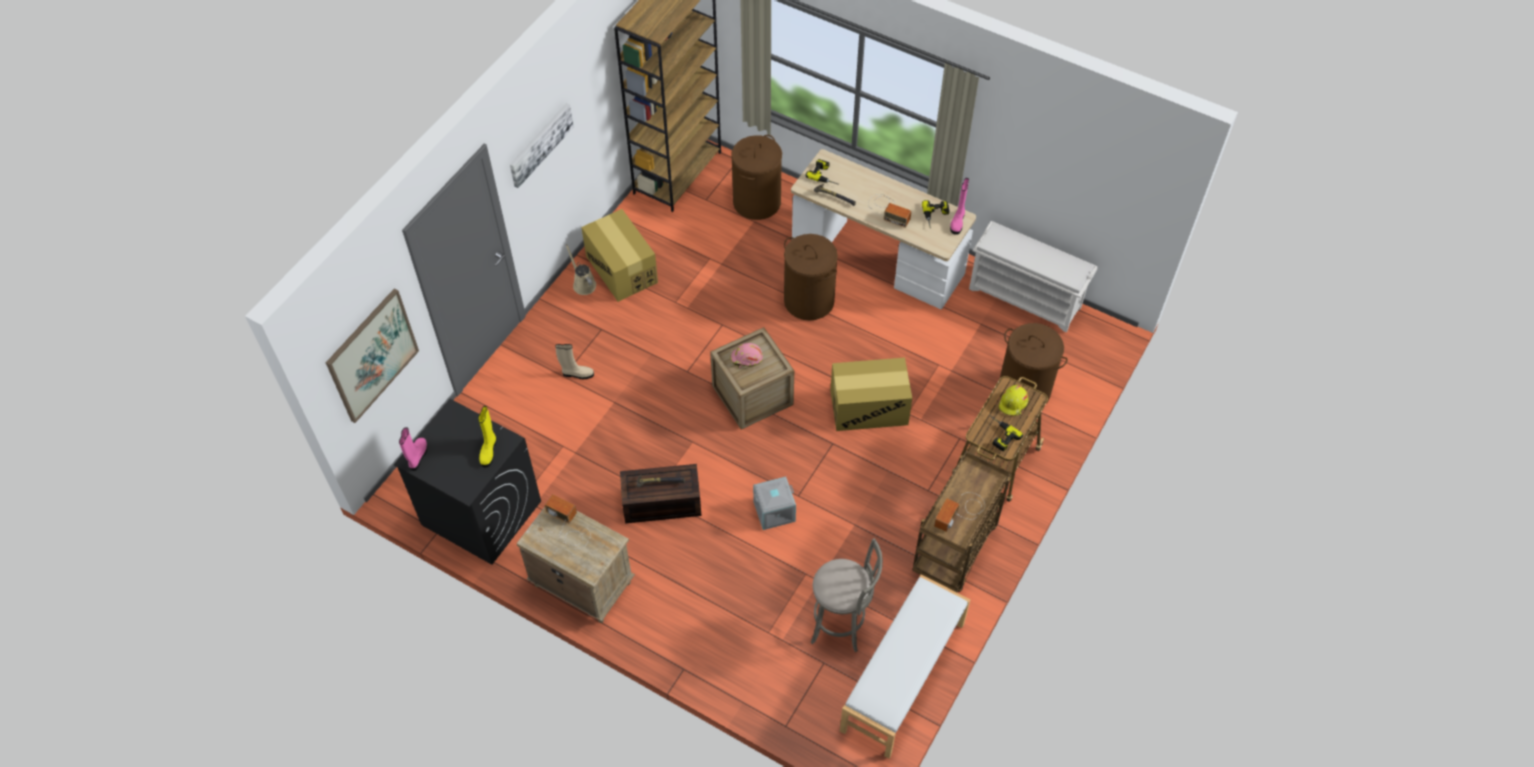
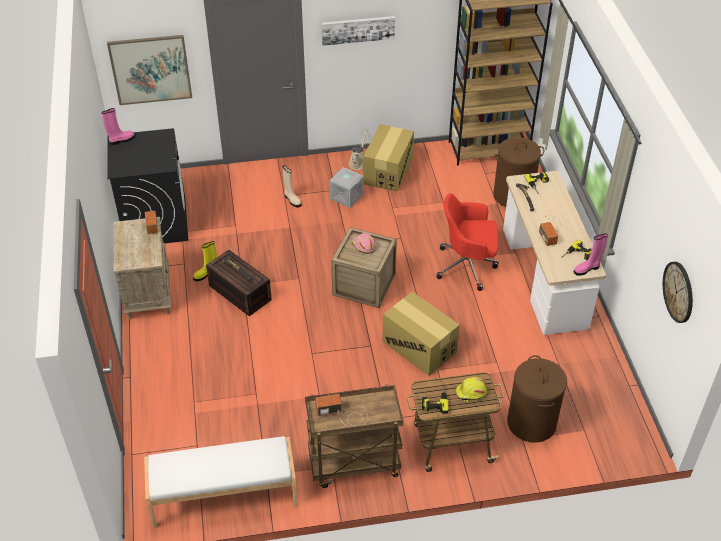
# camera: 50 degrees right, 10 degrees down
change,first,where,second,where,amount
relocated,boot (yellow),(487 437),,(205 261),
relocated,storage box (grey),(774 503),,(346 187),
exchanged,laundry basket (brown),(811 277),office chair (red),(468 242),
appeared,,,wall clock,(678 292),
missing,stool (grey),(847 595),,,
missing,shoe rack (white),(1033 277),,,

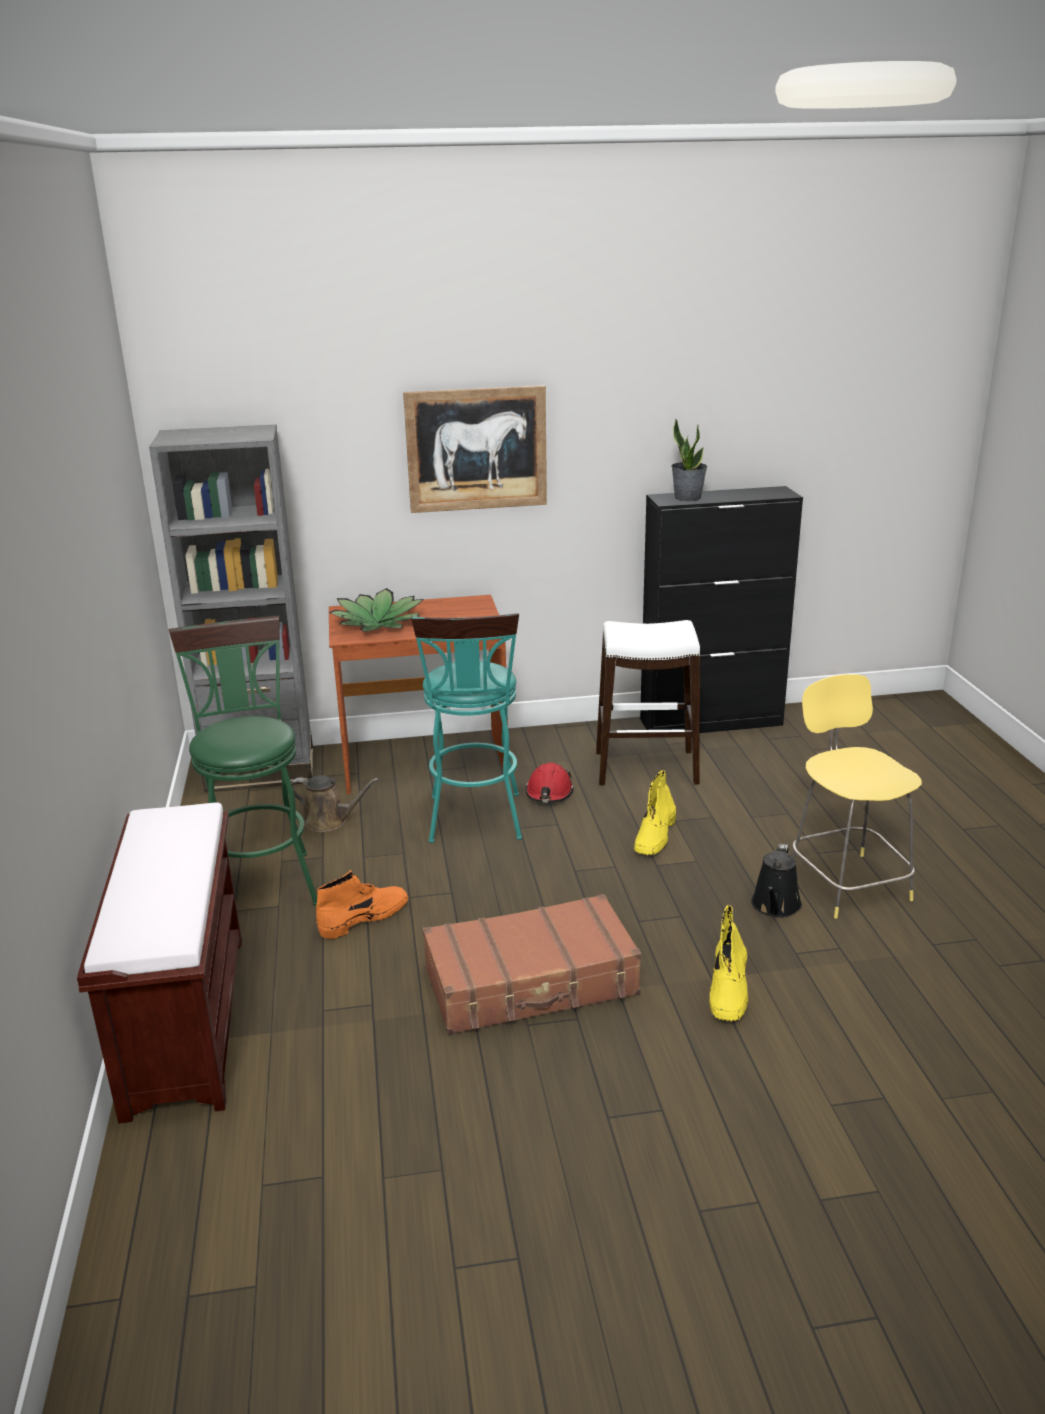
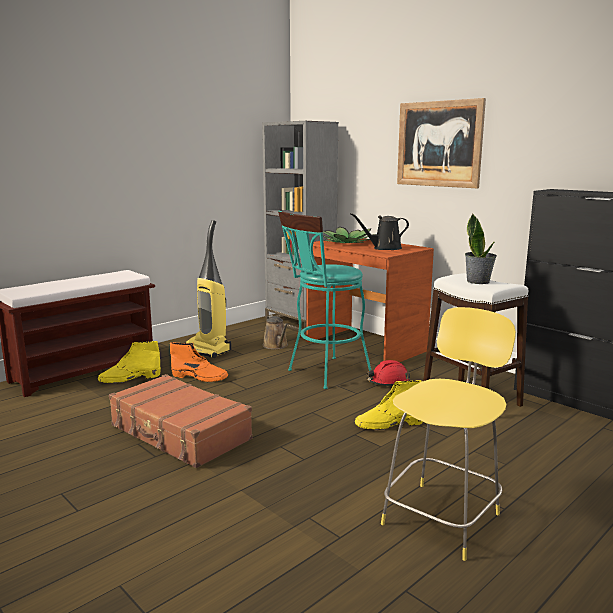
# camera: 55 degrees right, 10 degrees down
change,first,where,second,where,amount
relocated,boot (yellow),(728 963),,(129 362),
exchanged,stool (green),(242 761),vacuum cleaner,(208 289),
relocated,watering can (black),(776 881),,(380 231),
relocated,potted plant,(689 460),,(481 249),

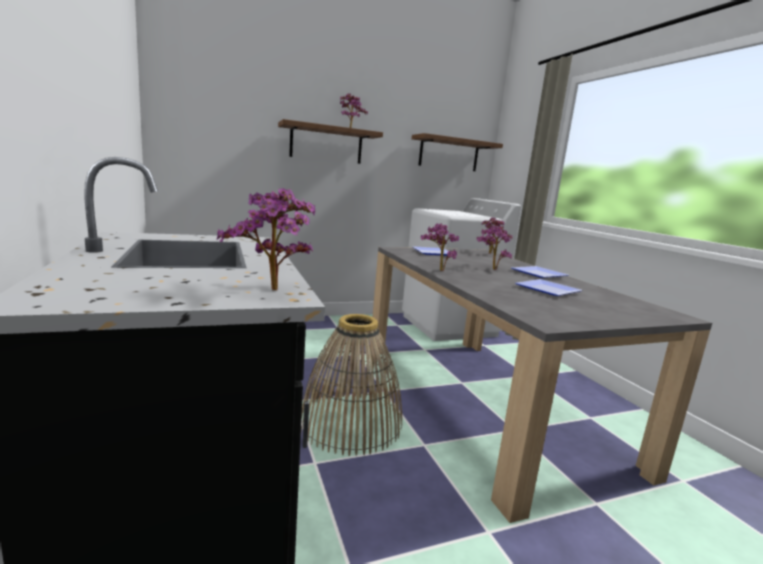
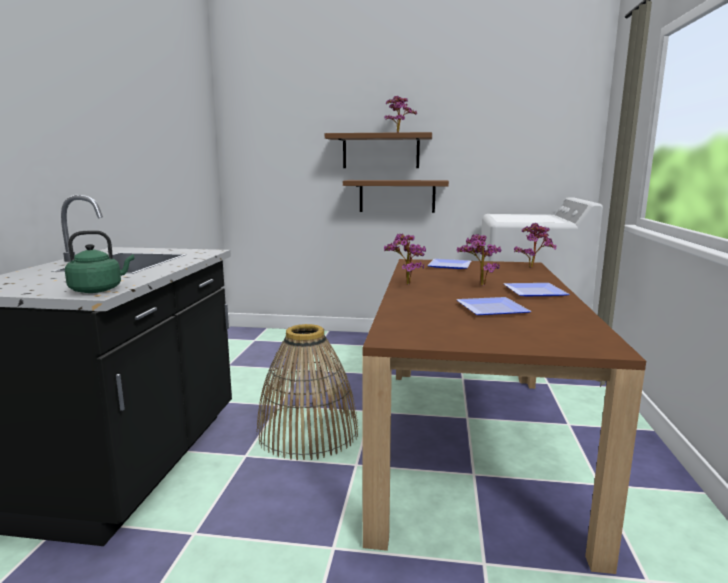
# camera: 30 degrees right, 0 degrees up
change,first,where,second,where,amount
exchanged,potted plant,(266 239),kettle (green),(99 261),
relocated,shelf (brown),(457 152),,(396 196),
colour,dining table (grey),(541 385),dining table (brown),(504 416),

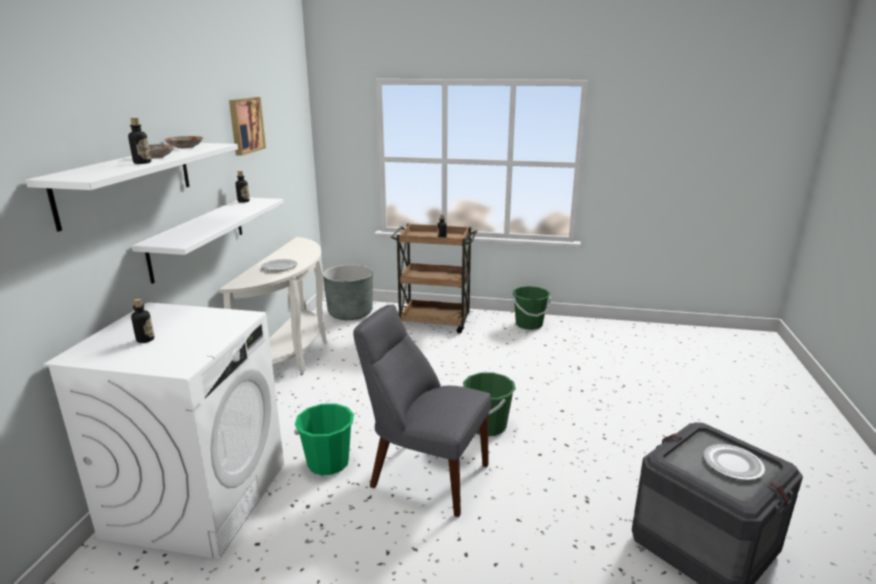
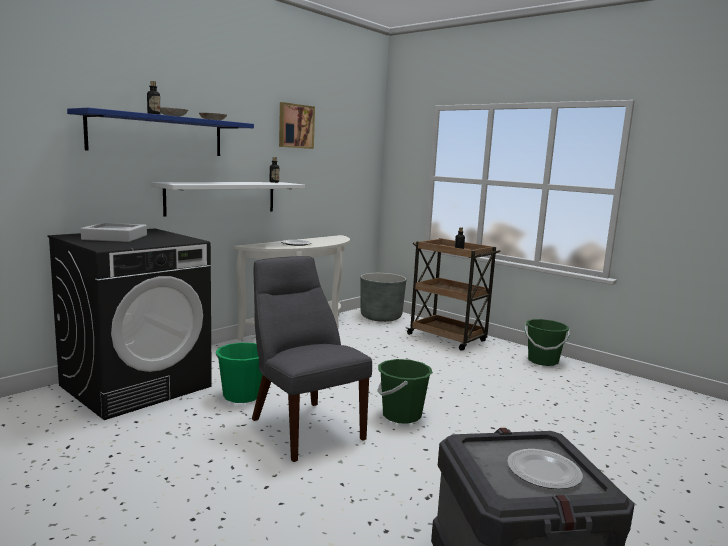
# camera: 30 degrees right, 10 degrees down
change,first,where,second,where,amount
colour,washing machine (white),(164 430),washing machine (black),(129 324),
colour,shelf (white),(131 187),shelf (blue),(160 132),
exchanged,bottle,(142 321),tray (grey),(114 232),

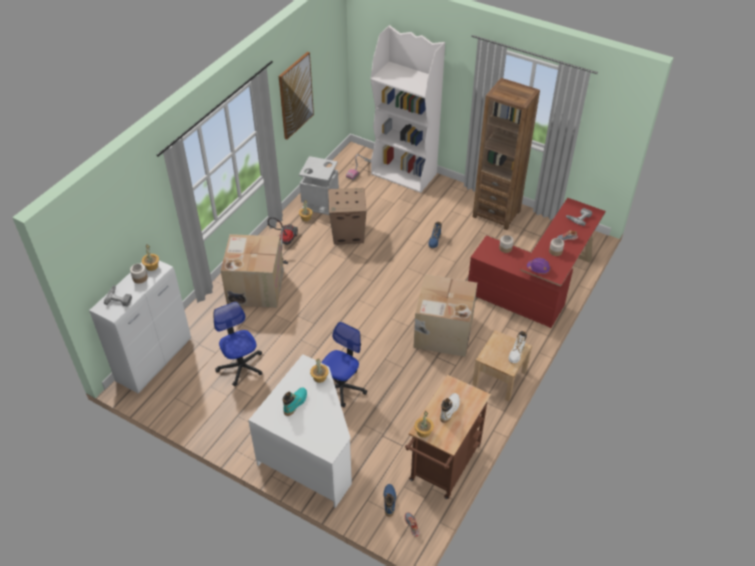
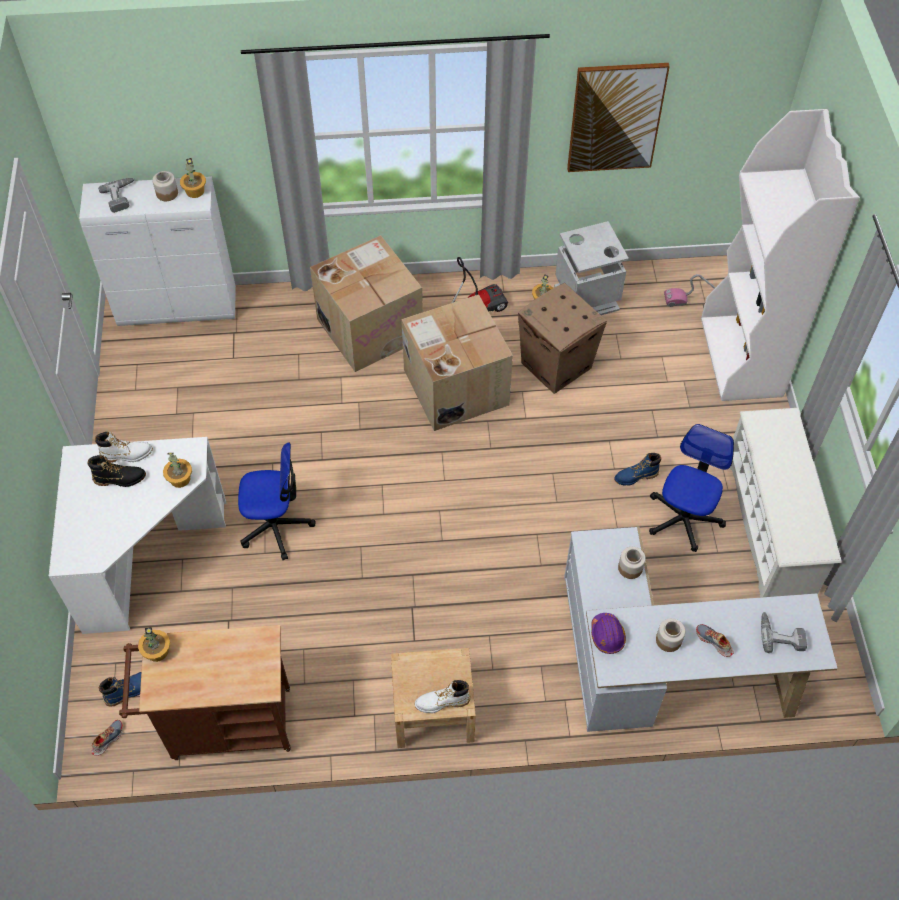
# camera: 55 degrees right, 10 degrees up
change,first,where,second,where,amount
colour,boot (turquoise),(295 401),boot (black),(116 471),
relocated,boot (white),(450 408),,(124 447),
relocated,cardboard box,(445 315),,(457 363),
colour,desk (red),(537 263),desk (white),(701 629),
relocated,office chair,(238 344),,(691 488),
exchanged,bookcase (brown),(506 154),shoe rack (white),(786 503),

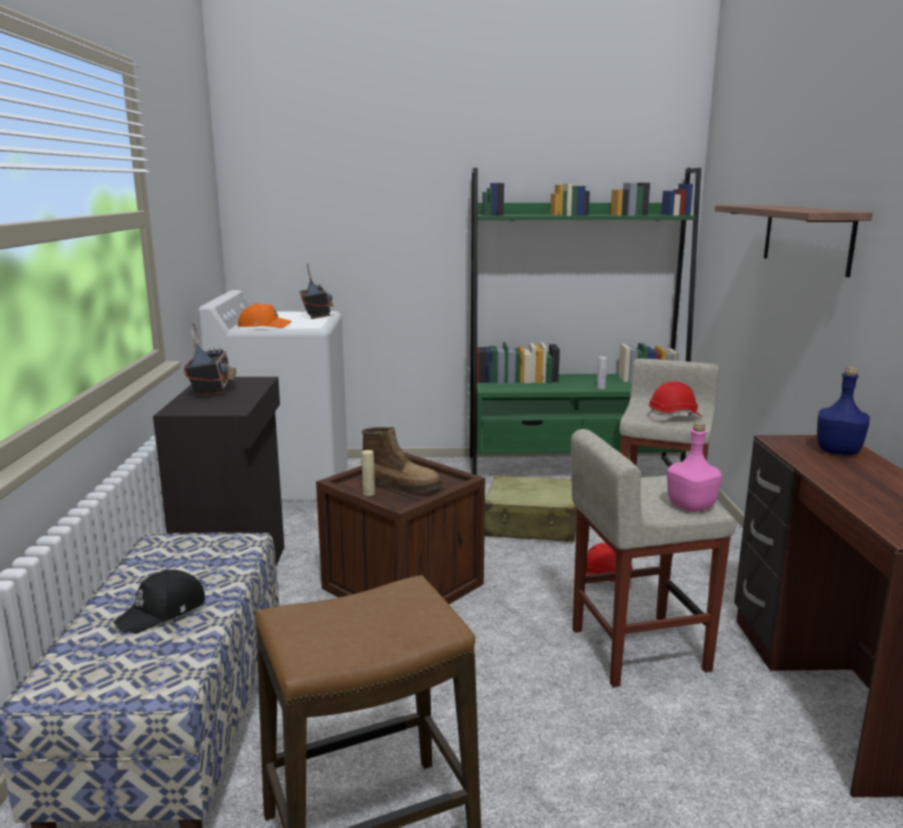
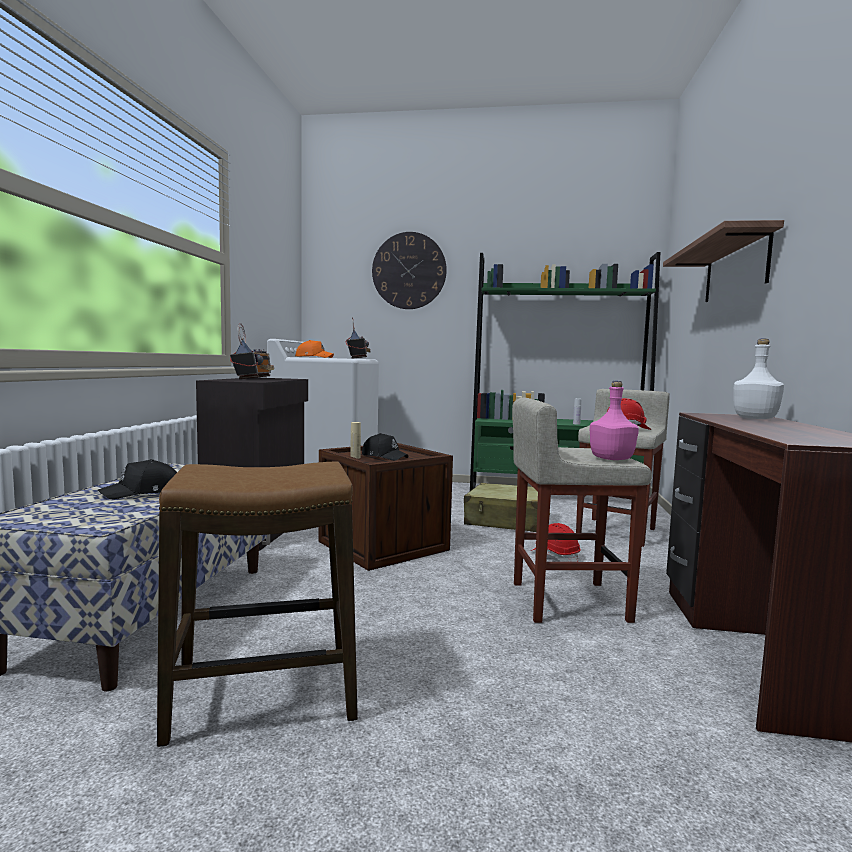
# camera: 10 degrees right, 10 degrees down
change,first,where,second,where,amount
exchanged,boot,(402 460),cap (black),(385 447),
appeared,,,wall clock,(409 270),
colour,bottle (blue),(843 411),bottle (white),(758 379),

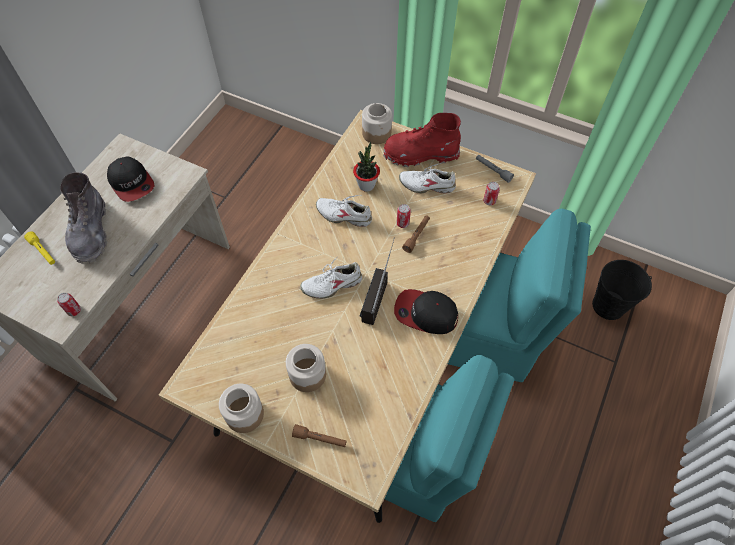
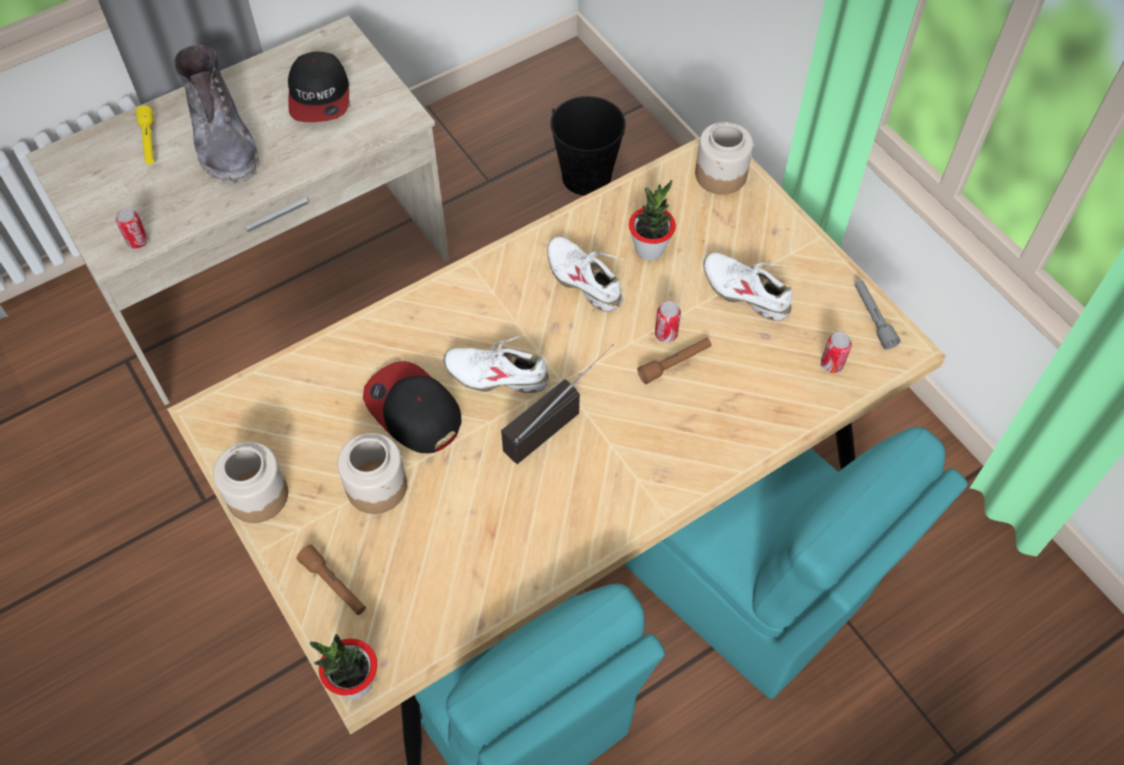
# camera: 30 degrees right, 0 degrees up
change,first,where,second,where,amount
spun,boot (grey),(83 218),,(216 114),45 degrees counterclockwise
appeared,,,potted plant,(343 666),
relocated,cap,(426 311),,(412 407),
relocated,bucket (black),(622 290),,(588 146),
missing,boot (red),(422 140),,,

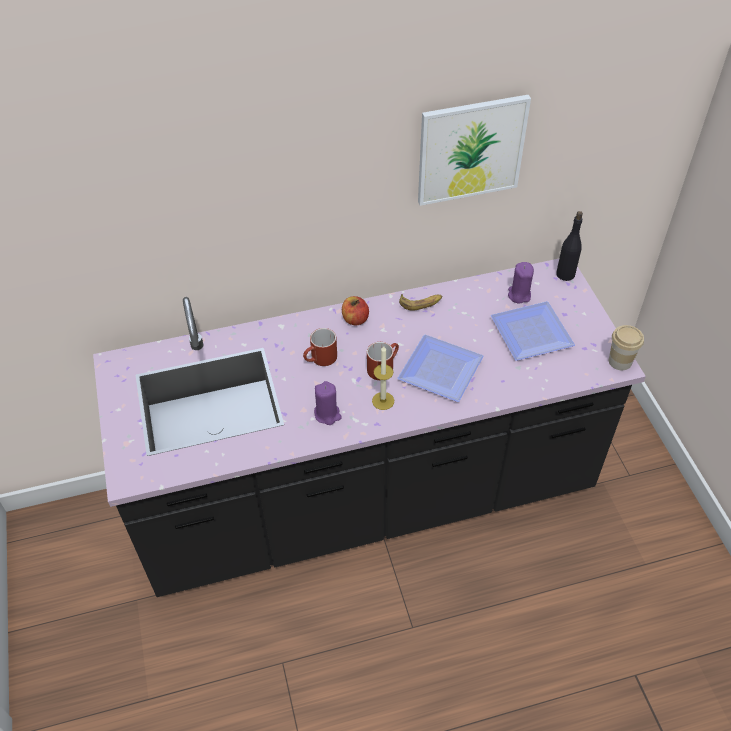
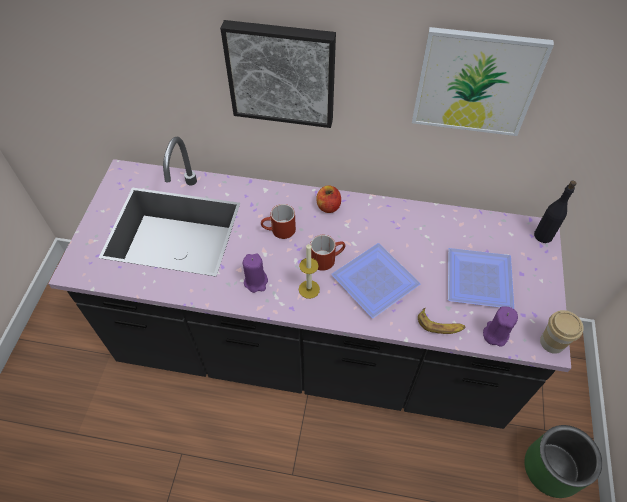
# camera: 25 degrees right, 5 degrees up
change,first,where,second,where,amount
appeared,,,picture,(278 74),
relocated,banana,(420 302),,(442 321),
relocated,candle (purple),(521 283),,(500 326),
appeared,,,planter (green),(563 461),

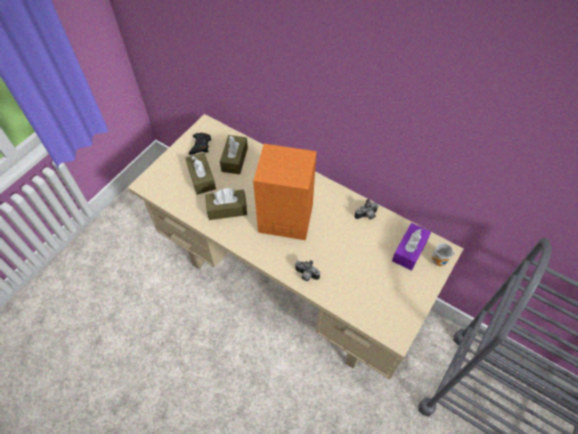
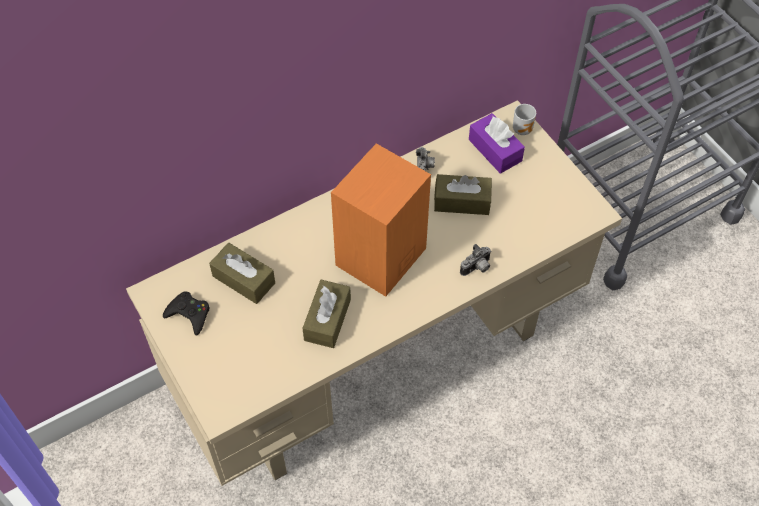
# camera: 65 degrees left, 0 degrees up
change,first,where,second,where,amount
relocated,tissue box (brown),(201 174),,(463 194),

